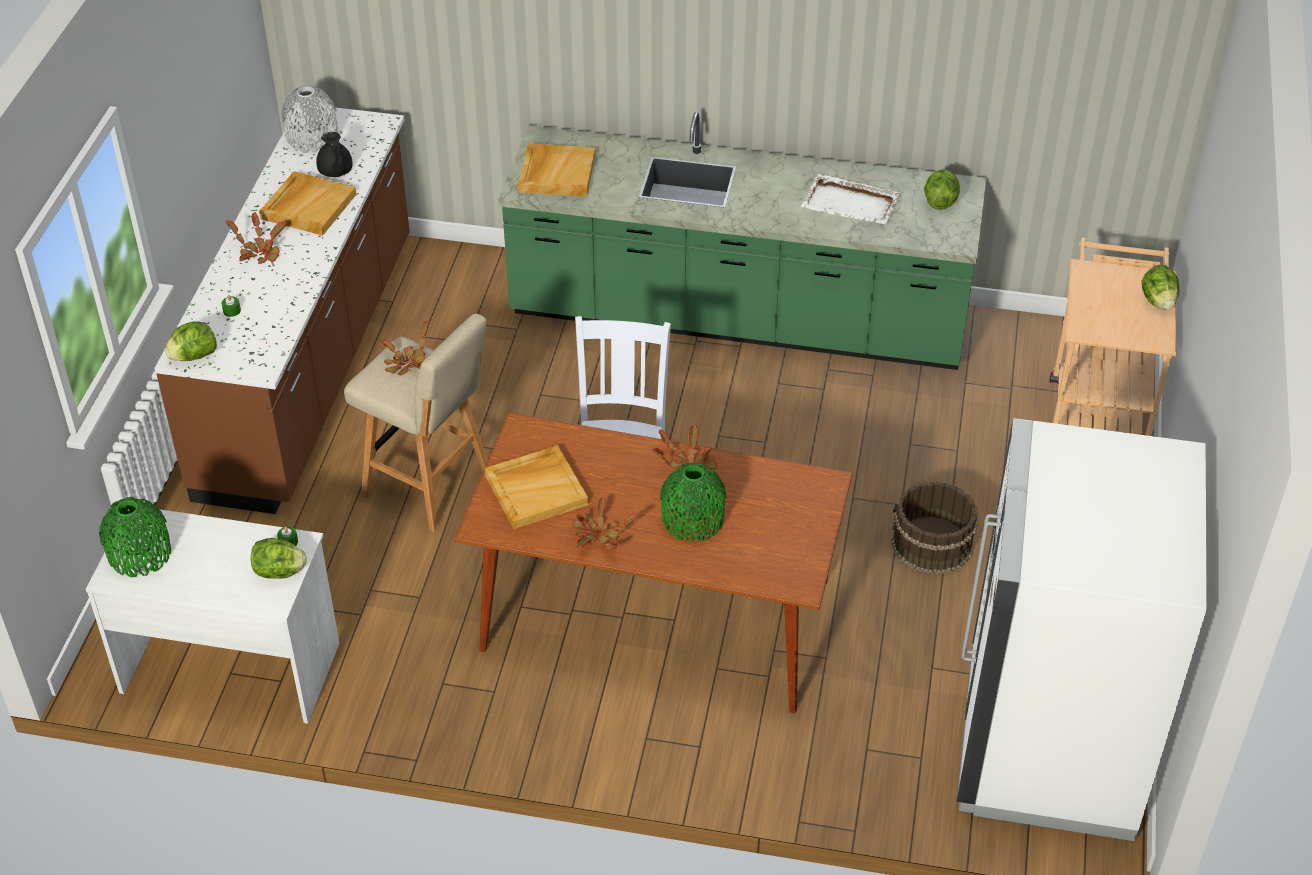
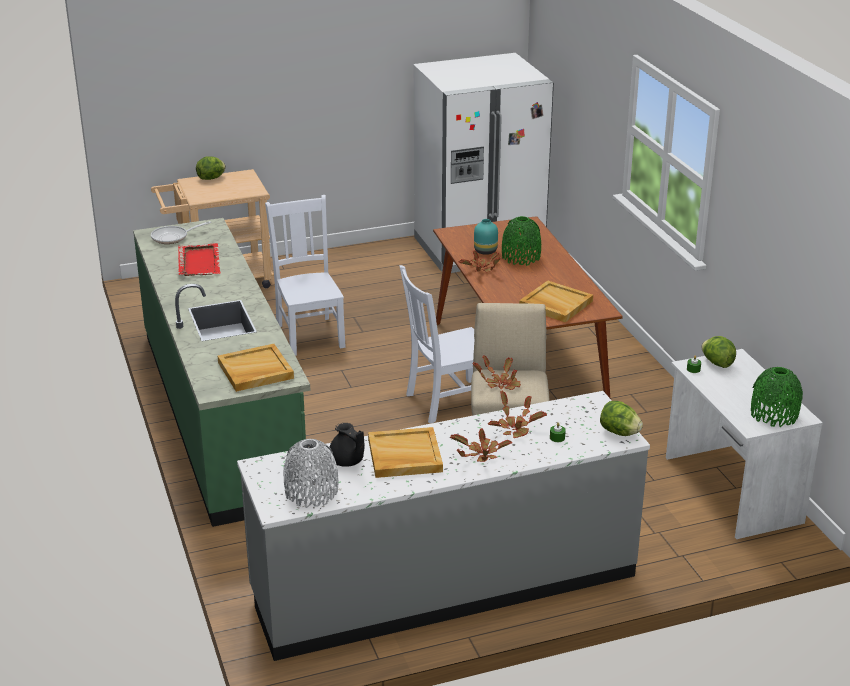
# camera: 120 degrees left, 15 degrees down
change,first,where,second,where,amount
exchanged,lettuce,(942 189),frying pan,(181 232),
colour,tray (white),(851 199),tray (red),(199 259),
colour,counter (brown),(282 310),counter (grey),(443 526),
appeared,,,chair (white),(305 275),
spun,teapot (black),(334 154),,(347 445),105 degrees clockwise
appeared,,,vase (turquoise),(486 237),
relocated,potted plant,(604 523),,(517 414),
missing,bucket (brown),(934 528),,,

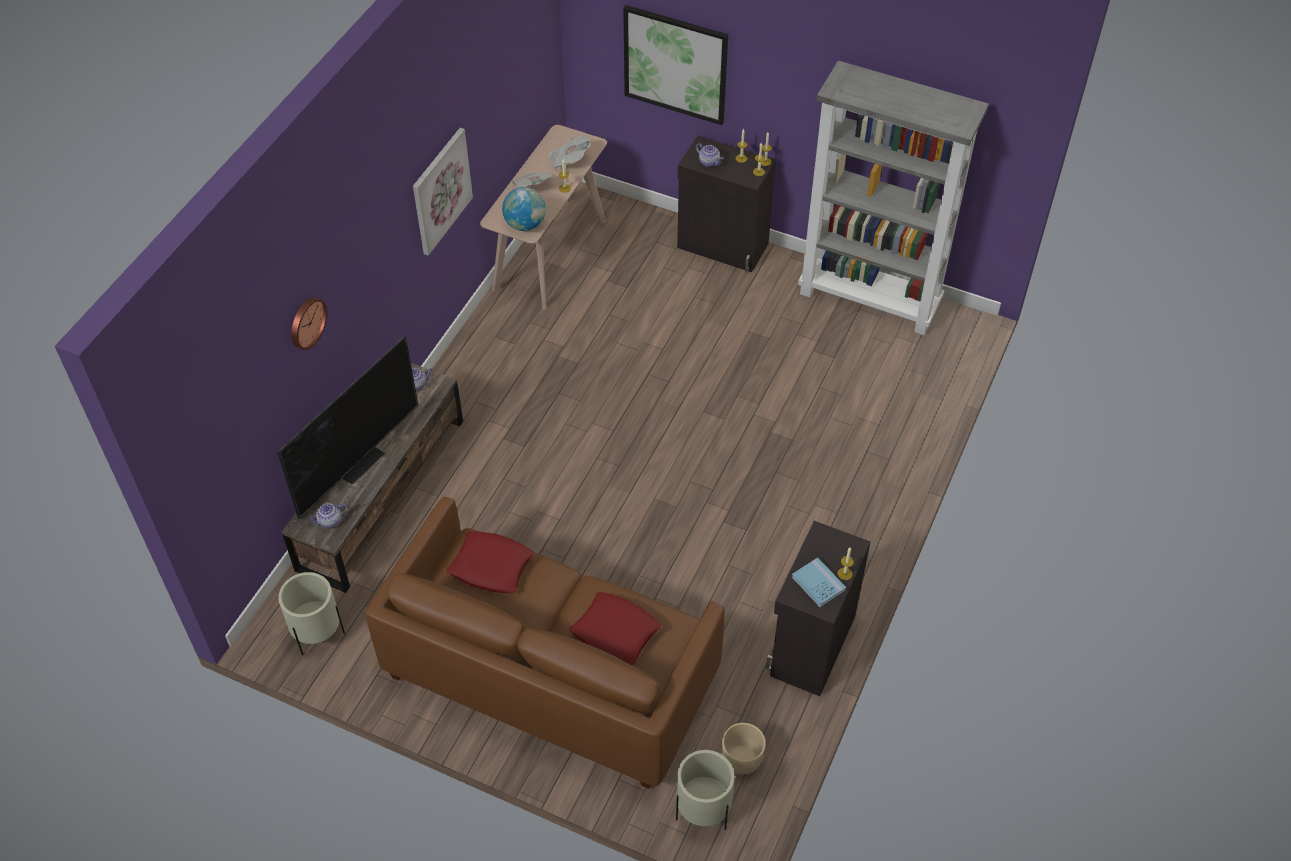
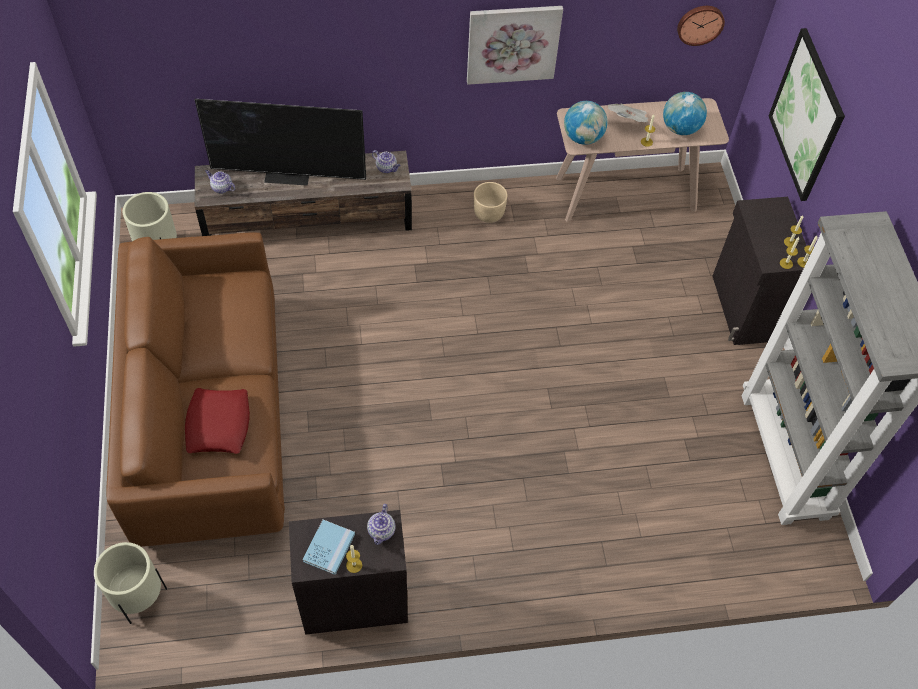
# camera: 55 degrees right, 5 degrees up
change,first,where,second,where,amount
relocated,teapot,(710 155),,(381 524),
relocated,planter (beige),(744 748),,(490 202),
exchanged,newspaper,(569 152),globe,(685 113),
relocated,wall clock,(309 323),,(701 26),
missing,pillow (red),(490 562),,,

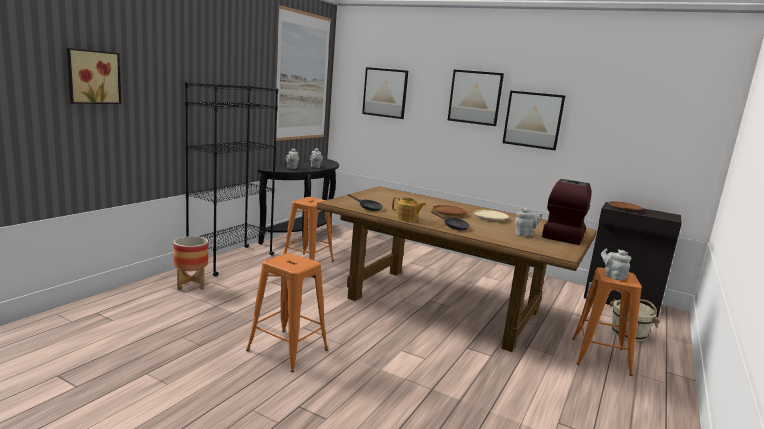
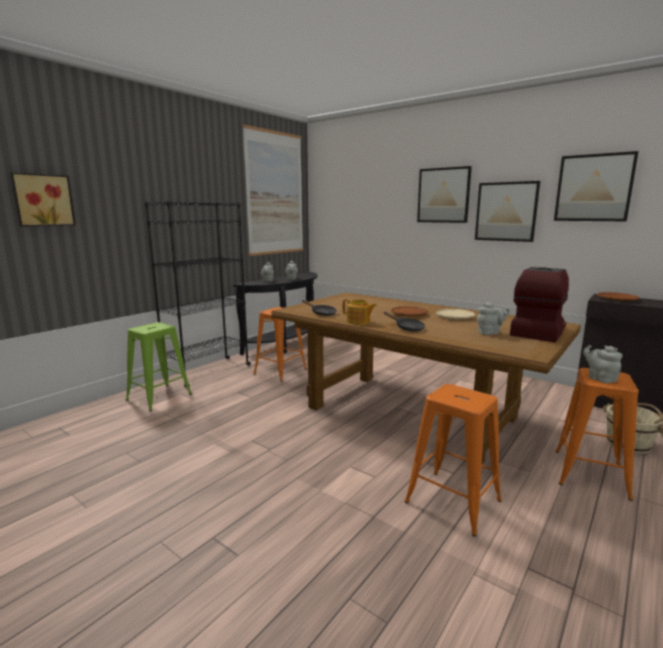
# camera: 10 degrees right, 0 degrees up
change,first,where,second,where,amount
exchanged,planter,(191 263),stool (green),(159 366),
relocated,stool (orange),(287 312),,(453 460),
relocated,picture,(385 93),,(596 186),

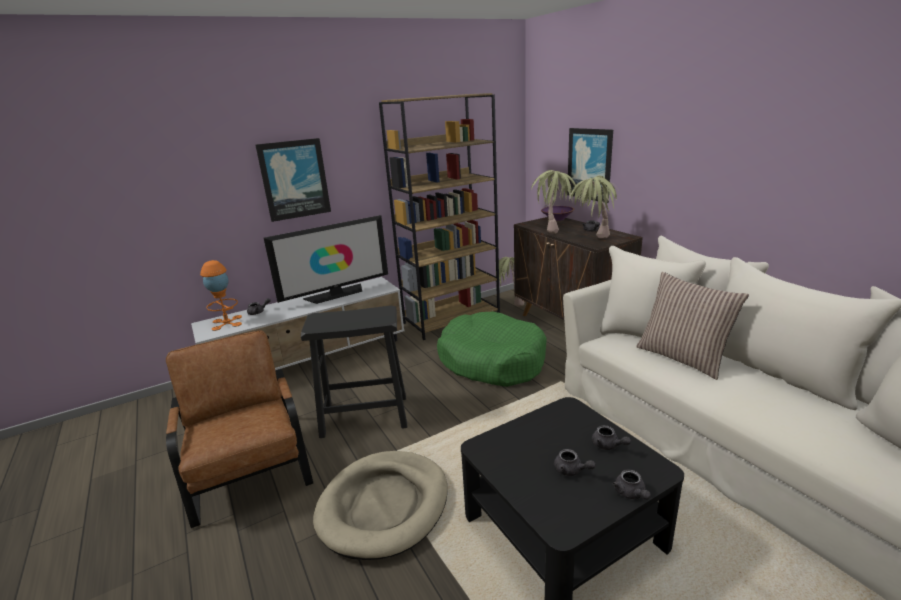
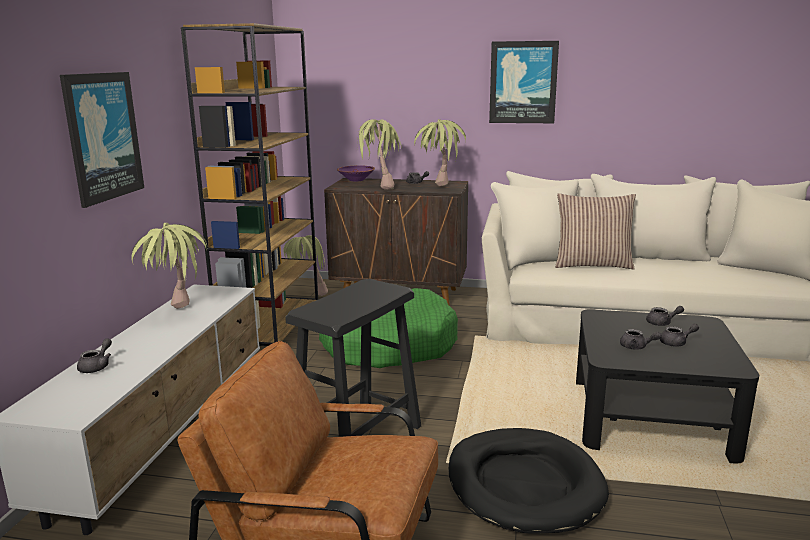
# camera: 50 degrees left, 5 degrees down
change,first,where,second,where,amount
exchanged,television,(326 259),potted plant,(169 266),
colour,dog bed (beige),(380 505),dog bed (black),(528 481),
relocated,picture,(590 165),,(524 82),
relocated,teapot (grey),(632 485),,(641 339),
missing,table lamp (orange),(221 295),,,

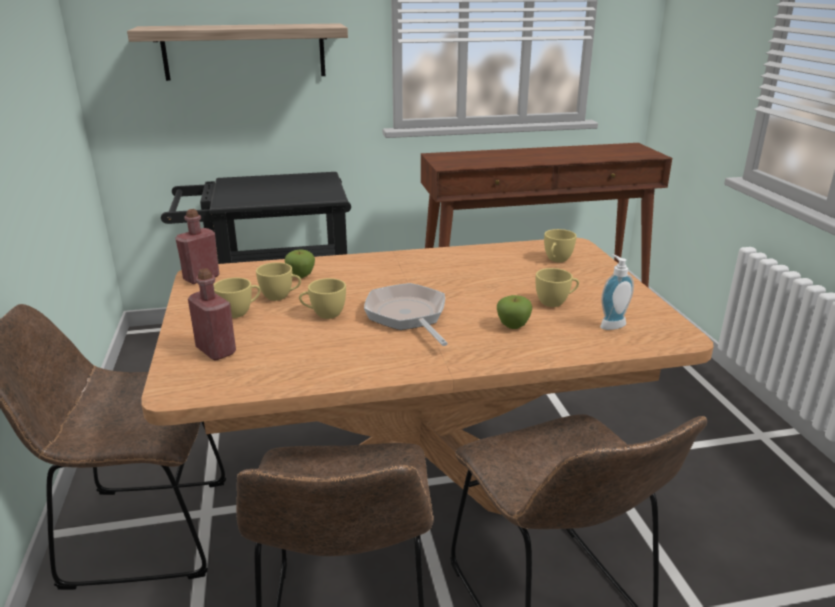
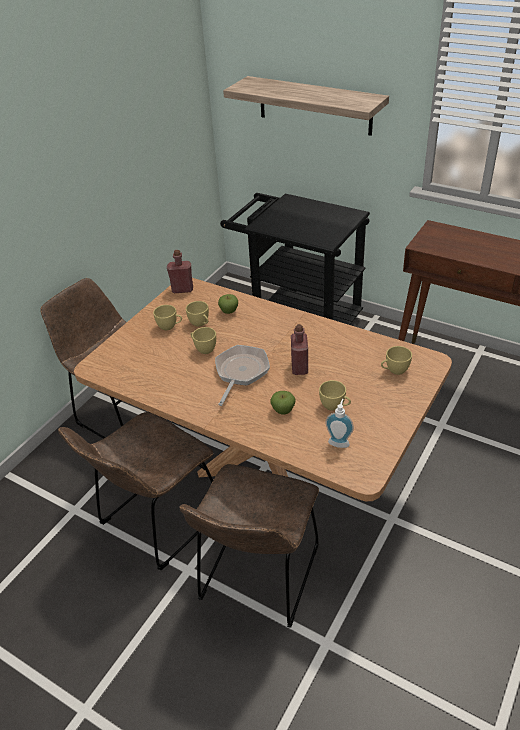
# camera: 45 degrees right, 15 degrees up
change,first,where,second,where,amount
relocated,bottle (red),(212 314),,(299 349),

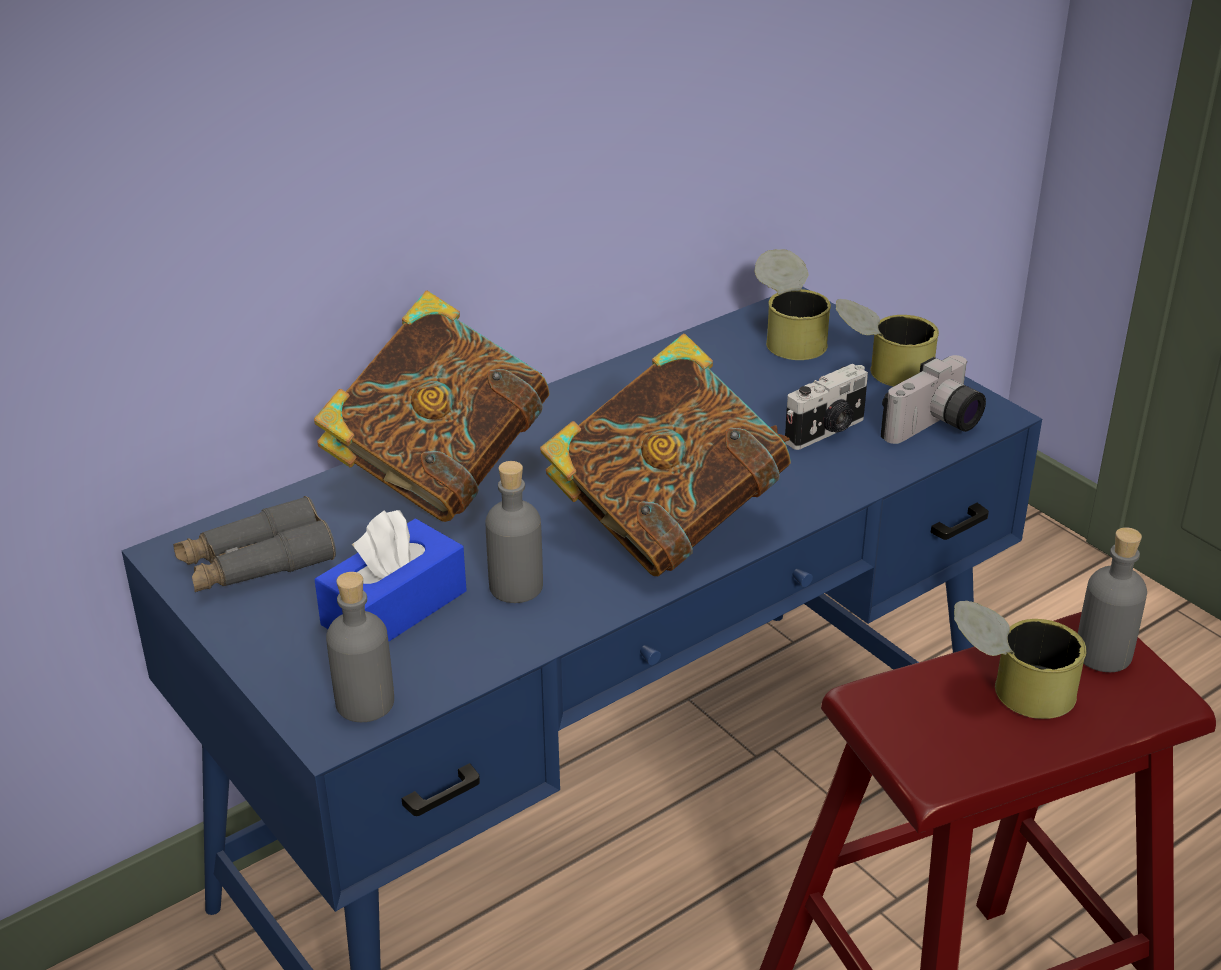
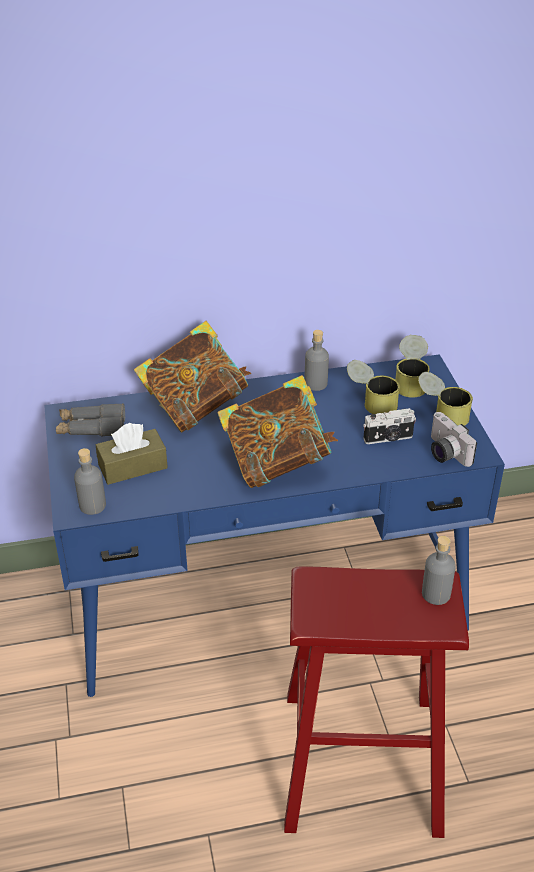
# camera: 25 degrees right, 5 degrees up
change,first,where,second,where,amount
colour,tissue box (blue),(391 575),tissue box (brown),(132 454),
relocated,bottle (grey),(514 532),,(316 360),
relocated,can,(1020 660),,(373 387),
spun,photo camera,(933 399),,(454 439),75 degrees clockwise

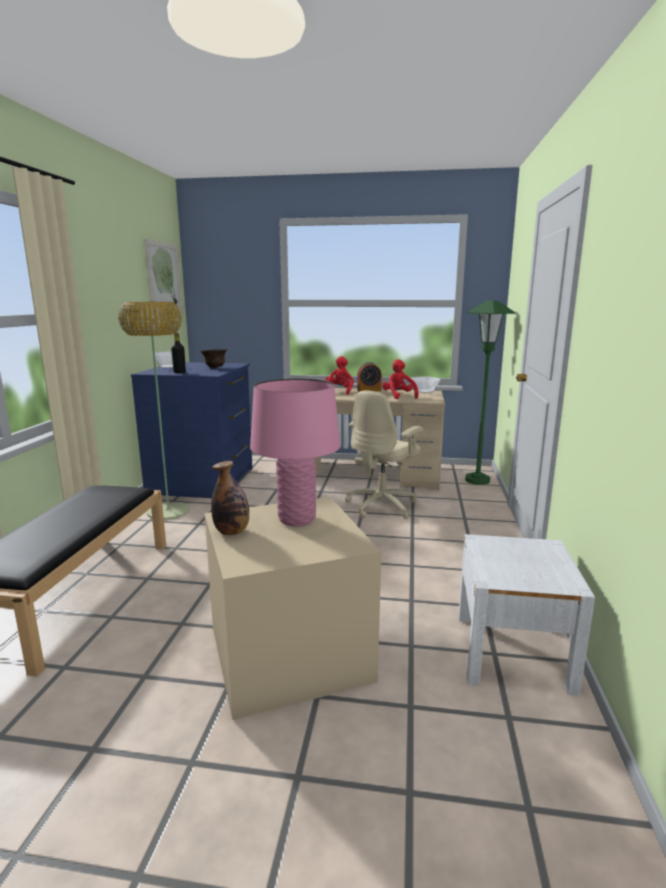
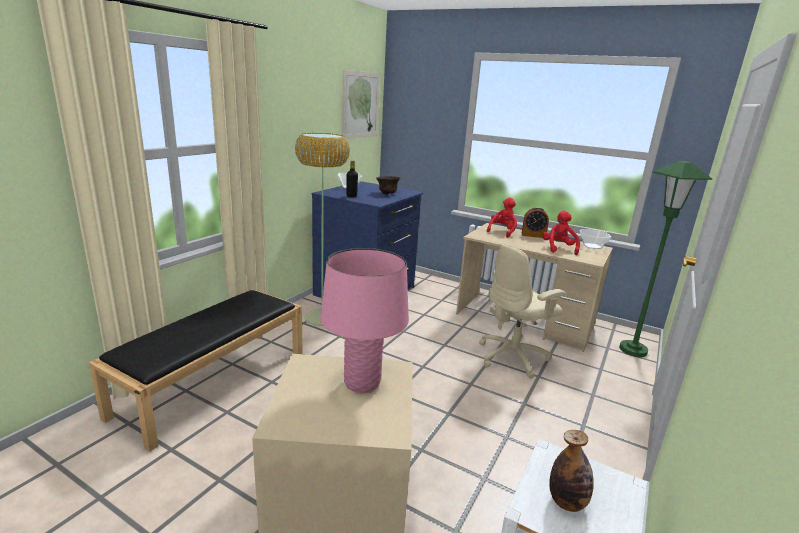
# camera: 20 degrees right, 5 degrees up
change,first,where,second,where,amount
relocated,bottle,(230 498),,(571 471),

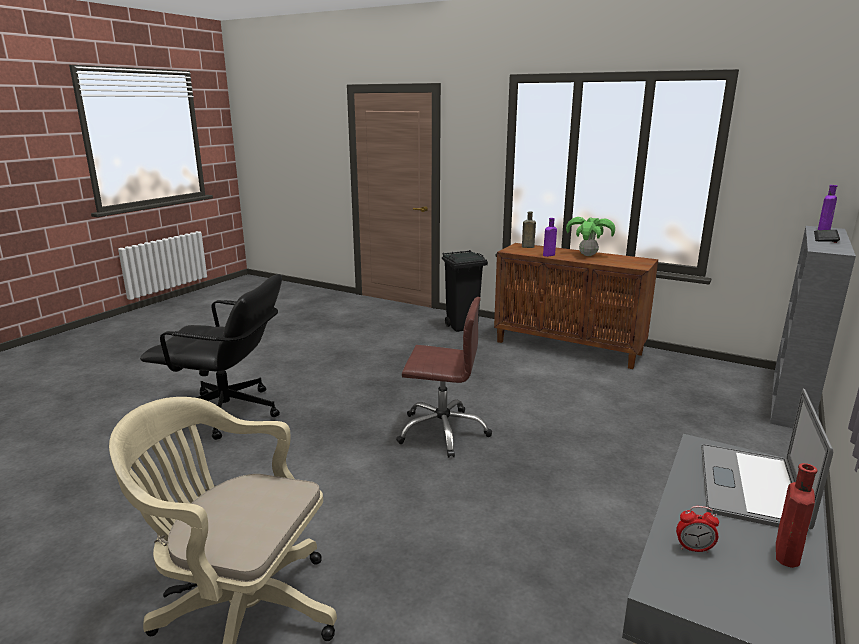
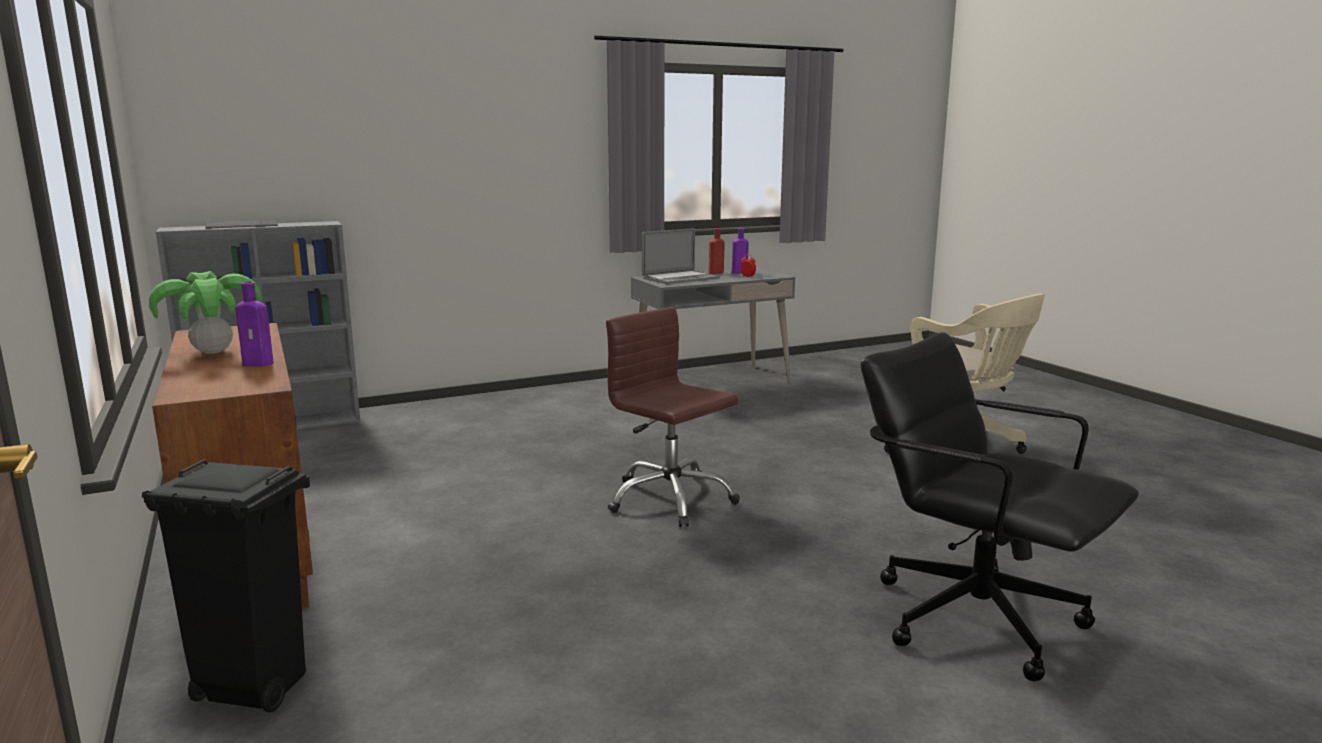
# camera: 145 degrees left, 5 degrees down
change,first,where,second,where,amount
relocated,bottle (purple),(827 207),,(740 251),
missing,bottle (brown),(529 230),,,

